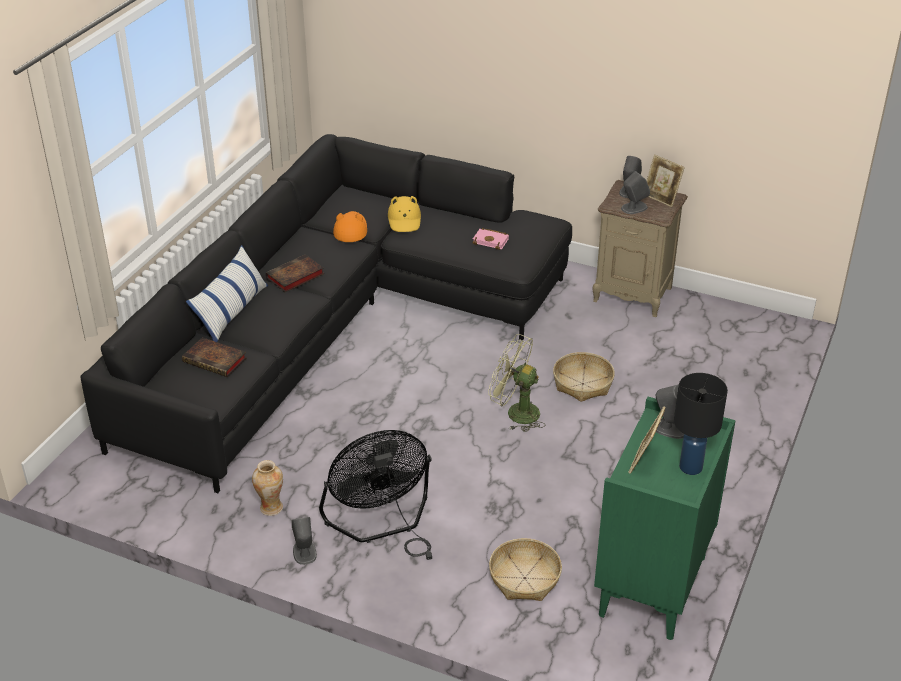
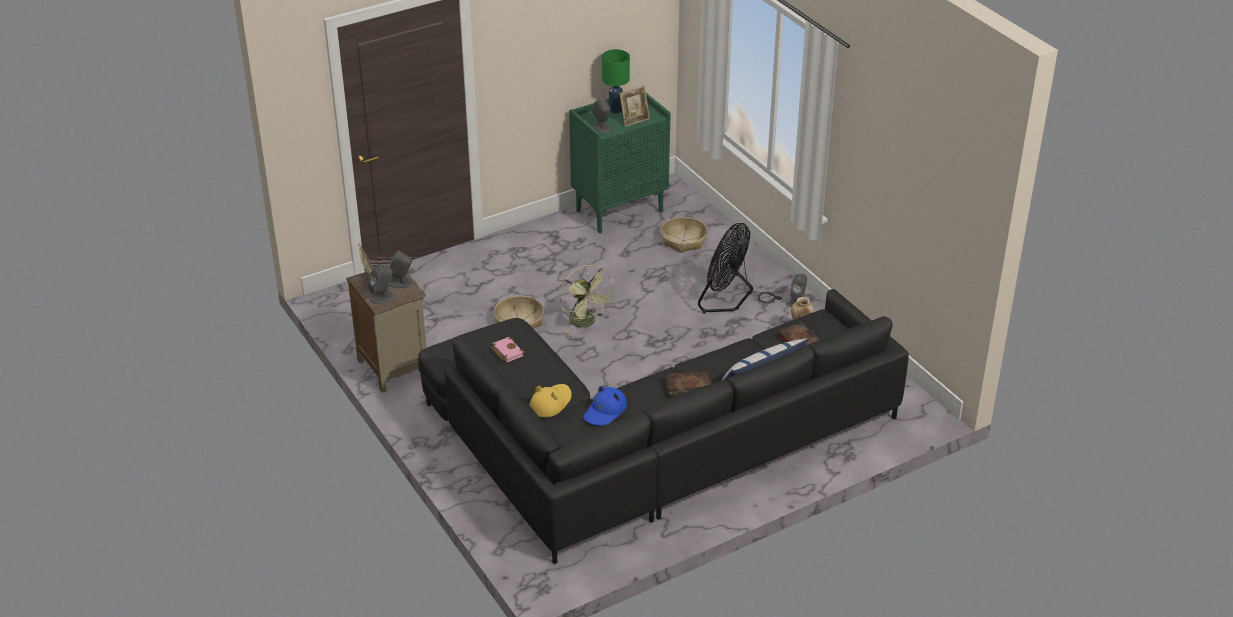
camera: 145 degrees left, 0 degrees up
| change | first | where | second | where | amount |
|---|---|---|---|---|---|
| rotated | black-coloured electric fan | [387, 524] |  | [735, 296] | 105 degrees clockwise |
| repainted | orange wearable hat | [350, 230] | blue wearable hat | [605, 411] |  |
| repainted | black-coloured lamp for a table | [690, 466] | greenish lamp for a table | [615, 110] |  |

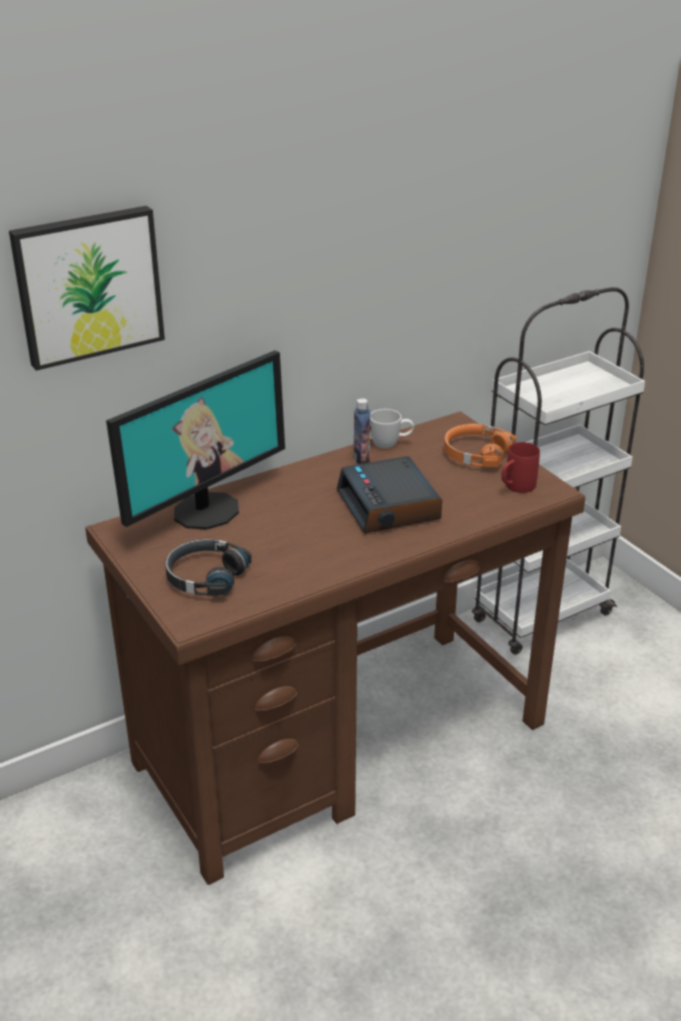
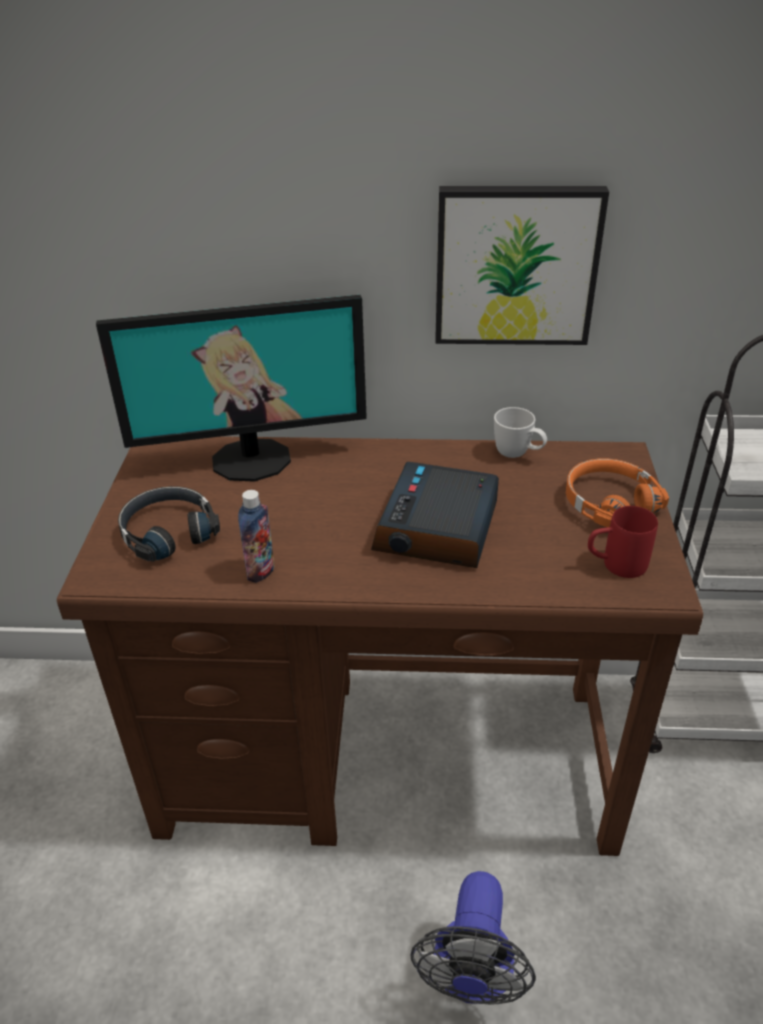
camera: 35 degrees right, 5 degrees up
| change | first | where | second | where | amount |
|---|---|---|---|---|---|
| shifted | wall art | [88, 285] |  | [515, 265] |  |
| shifted | beverage bottle | [361, 459] |  | [260, 571] |  |
| new |  |  | electric fan | [472, 977] |  |

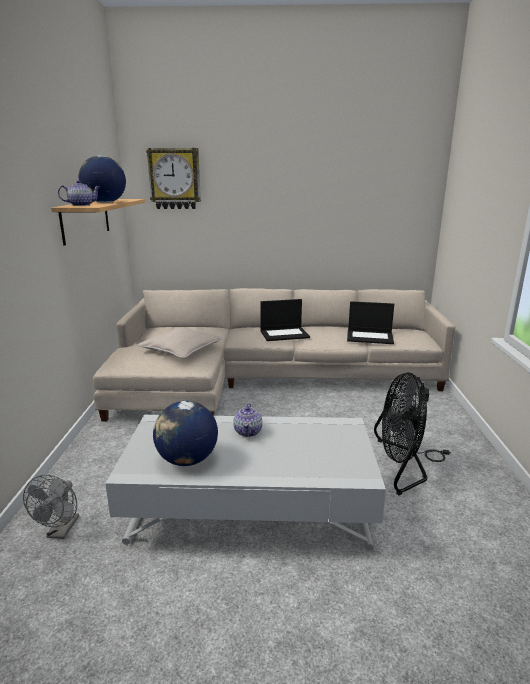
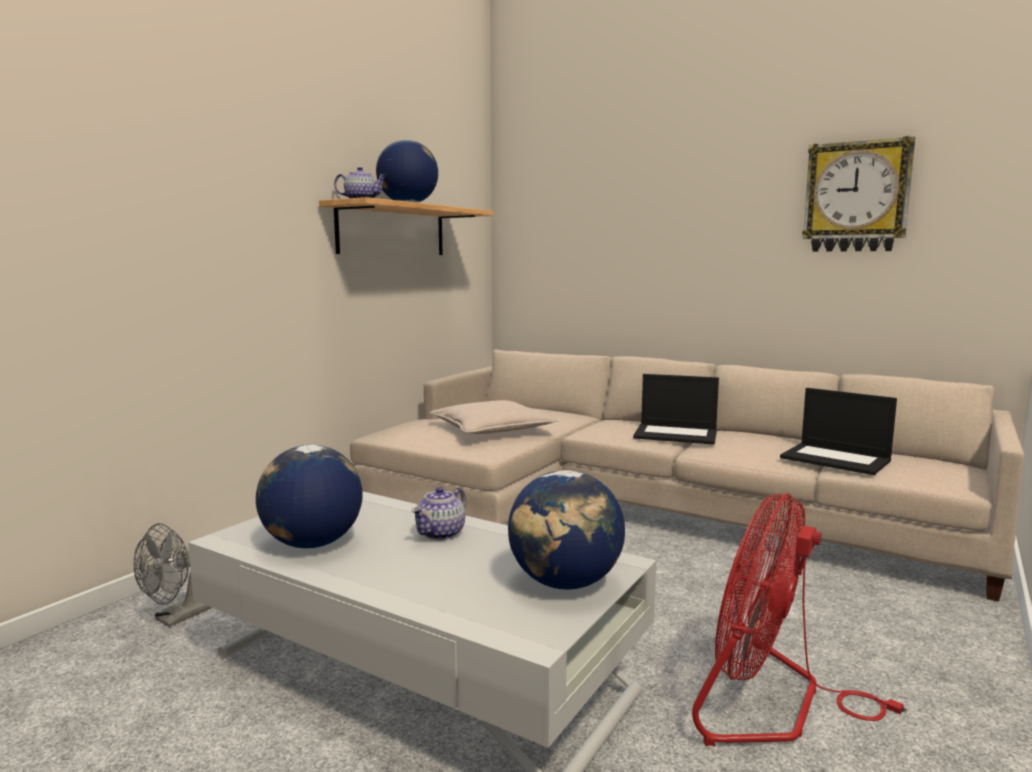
camera: 30 degrees right, 10 degrees down
| change | first | where | second | where | amount |
|---|---|---|---|---|---|
| shifted | wall clock | [175, 179] |  | [856, 197] |  |
| repainted | black-coloured electric fan | [405, 463] | reddish electric fan | [777, 698] |  |
| new |  |  | world globe | [565, 583] |  |

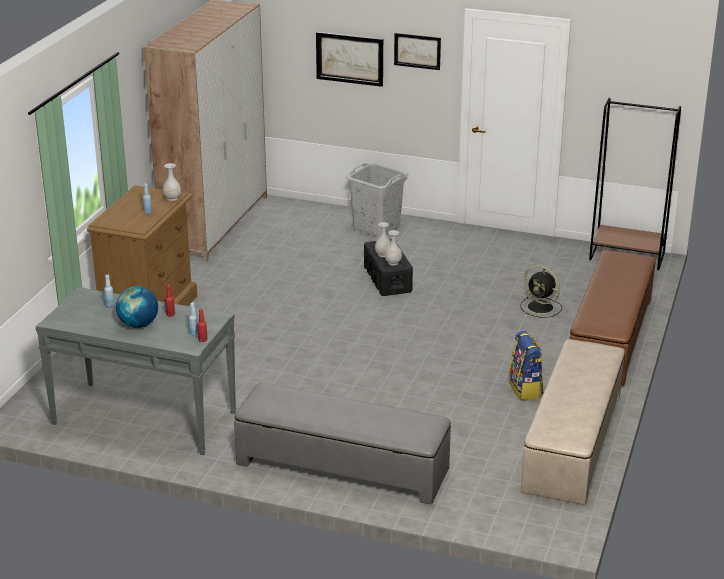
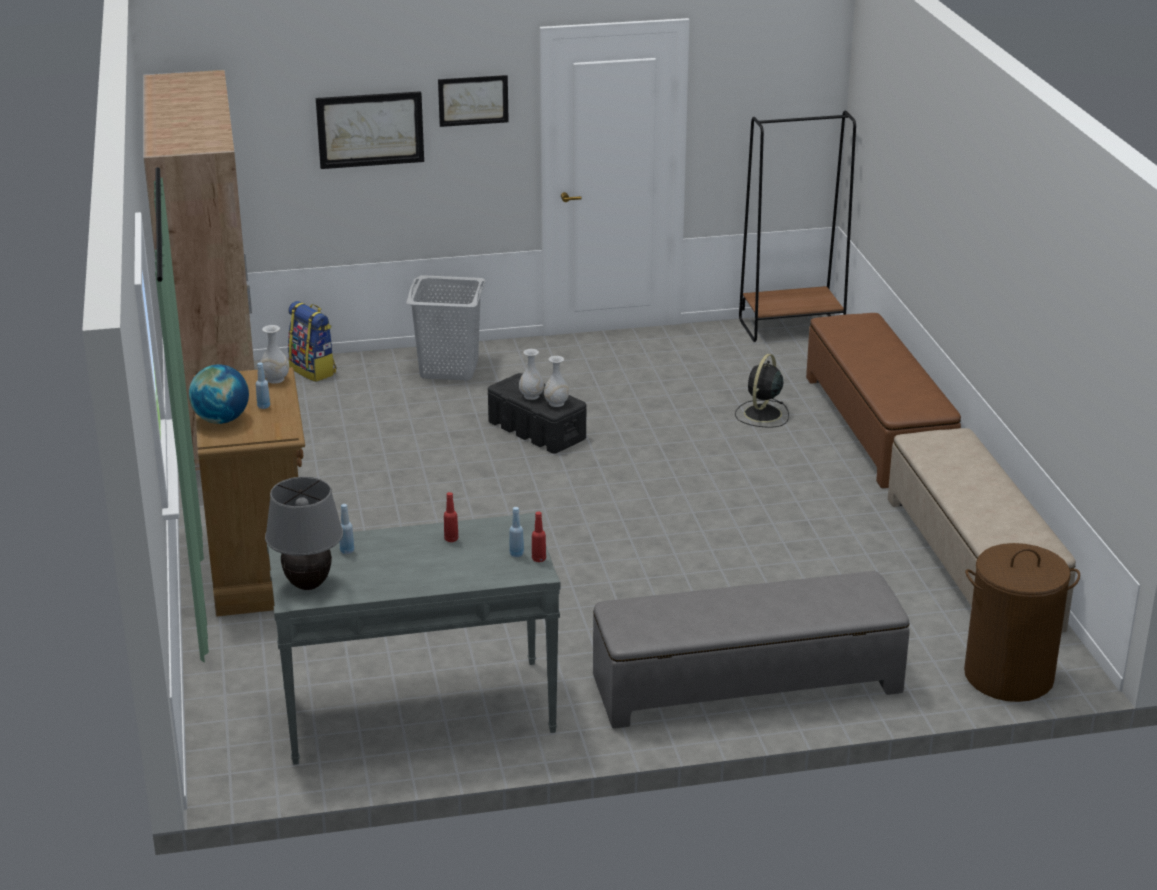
camera: 30 degrees left, 0 degrees up
| change | first | where | second | where | amount |
|---|---|---|---|---|---|
| shifted | world globe | [138, 325] |  | [221, 420] |  |
| shifted | rucksack | [525, 389] |  | [313, 370] |  |
| rotated | black-coloured electric fan | [541, 308] |  | [762, 414] | 105 degrees clockwise |
| new |  |  | greyish lamp for a table | [307, 585] |  |
| new |  |  | brown-coloured washing basket | [1008, 676] |  |

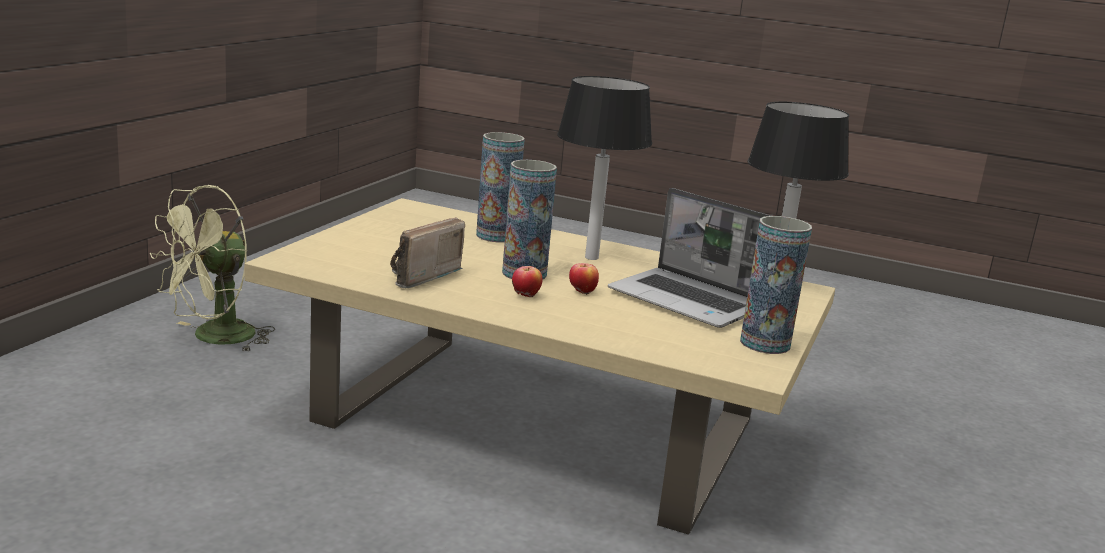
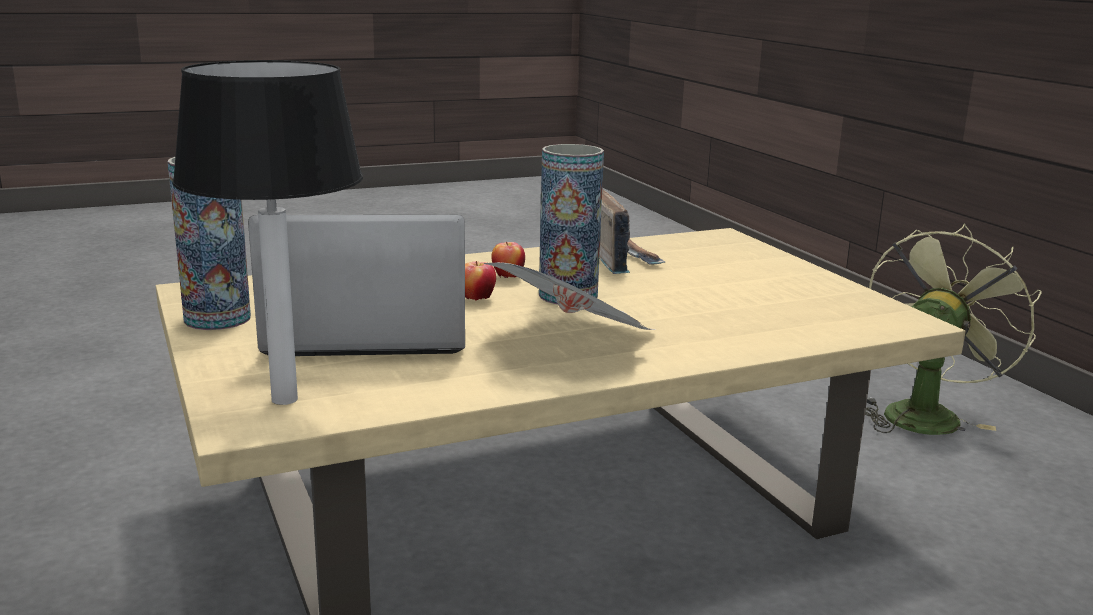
camera: 135 degrees right, 0 degrees up
| change | first | where | second | where | amount |
|---|---|---|---|---|---|
| rotated | greenish electric fan | [214, 338] |  | [924, 413] | 45 degrees clockwise |
| gone | vase | [496, 236] |  |  |  |
| swapped | lamp for a table | [591, 257] | newspaper | [575, 343] |  |

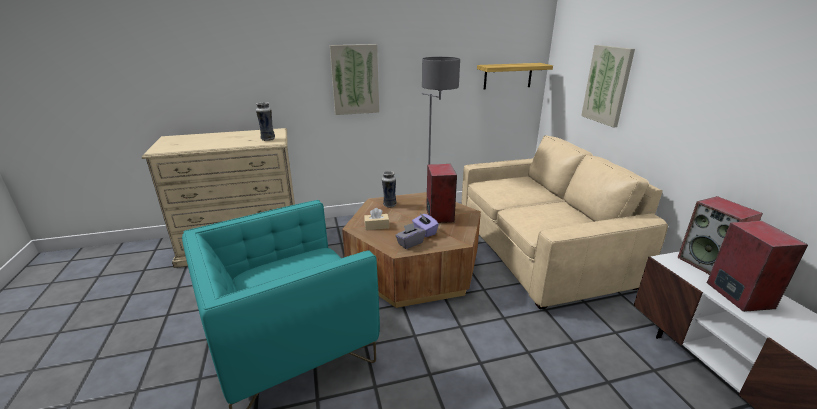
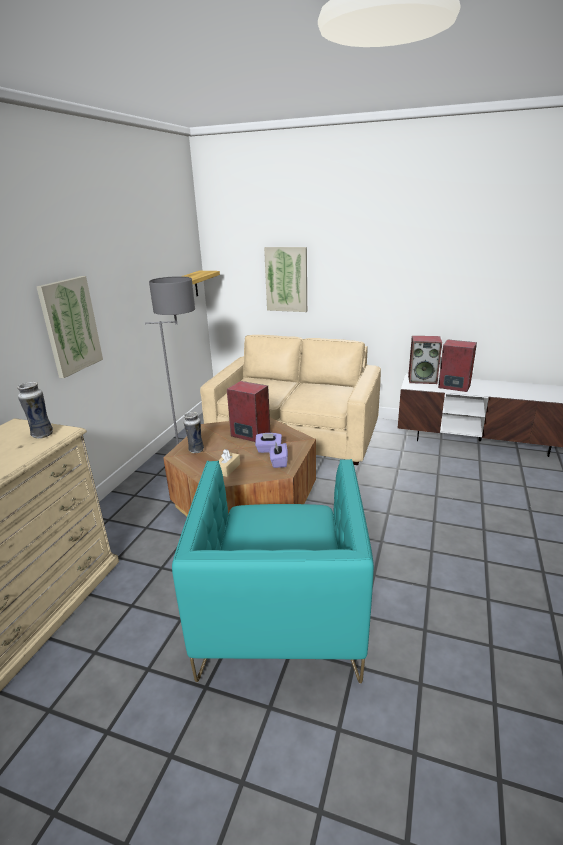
camera: 55 degrees left, 0 degrees up
| change | first | where | second | where | amount |
|---|---|---|---|---|---|
| repainted | greyish tissue holder | [410, 243] | purple-coloured tissue holder | [278, 462] |  |

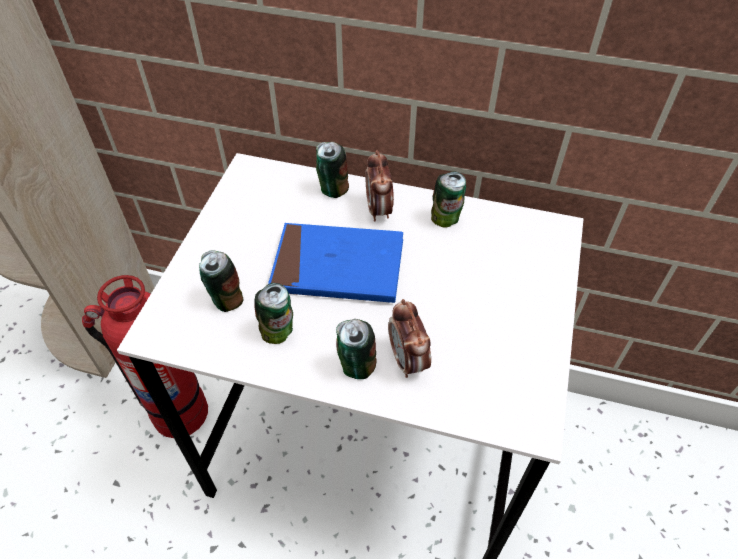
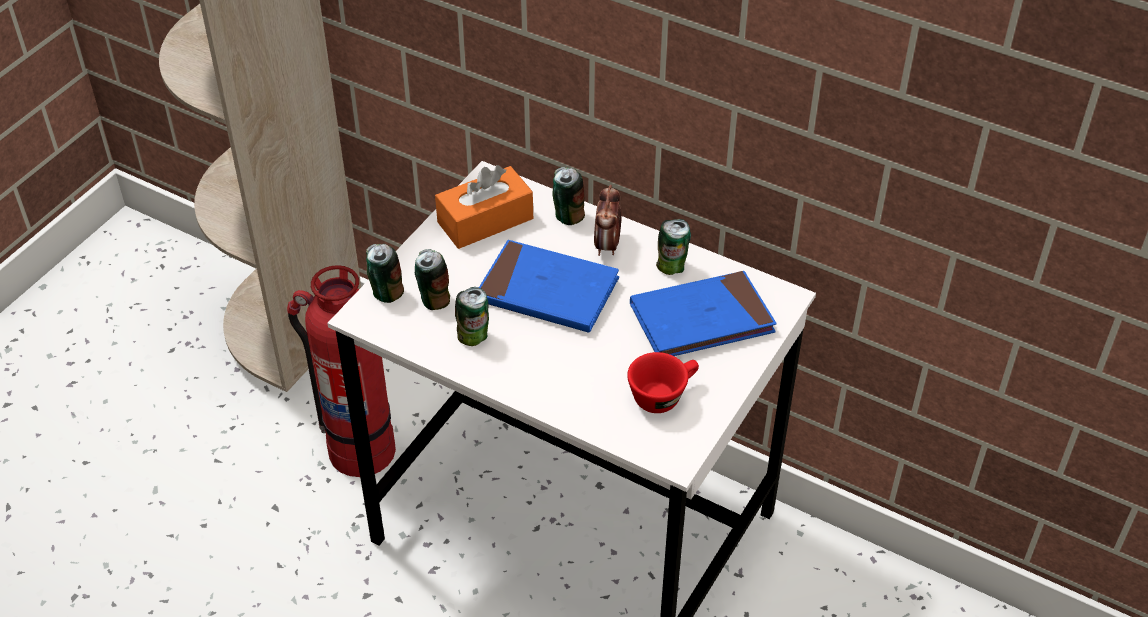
camera: 15 degrees right, 5 degrees down
| change | first | where | second | where | amount |
|---|---|---|---|---|---|
| shifted | metal can | [356, 367] |  | [386, 293] |  |
| gone | bedside clock | [408, 360] |  |  |  |
| new |  |  | orange tissue holder | [485, 220] |  |
| new |  |  | reddish small cup | [663, 395] |  |
| new |  |  | blue volume | [701, 320] |  |

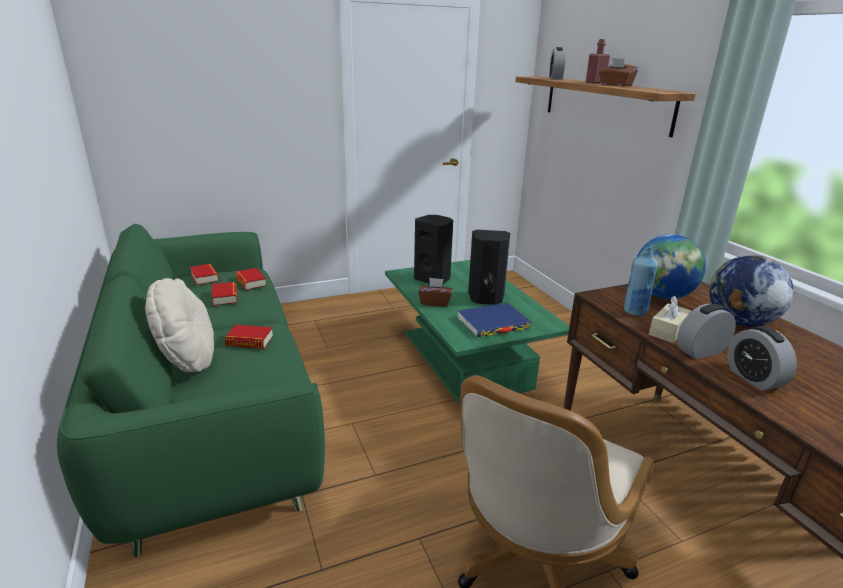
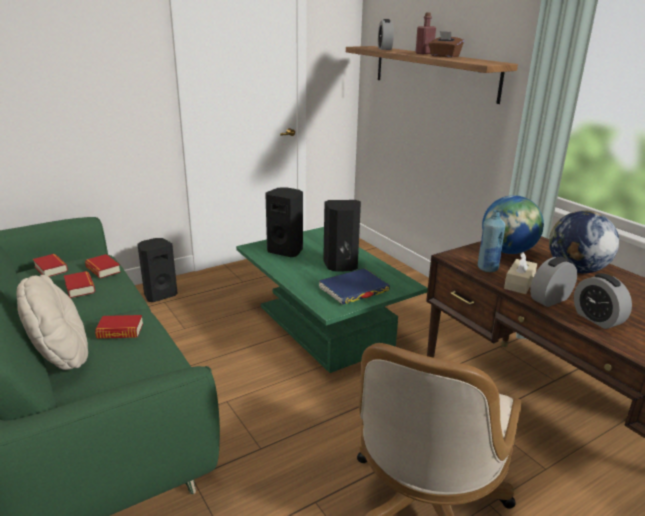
camera: 10 degrees left, 0 degrees up
| change | first | where | second | where | amount |
|---|---|---|---|---|---|
| gone | brown-coloured tissue holder | [435, 302] |  |  |  |
| new |  |  | black-coloured speaker | [159, 295] |  |

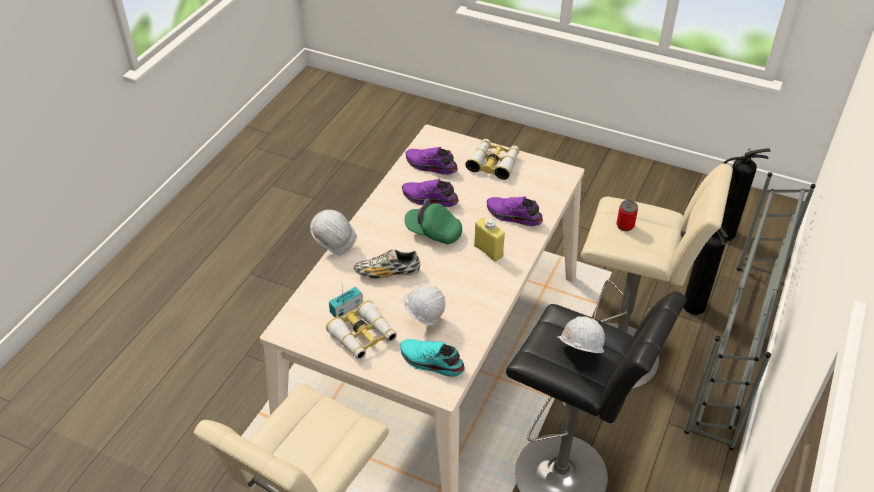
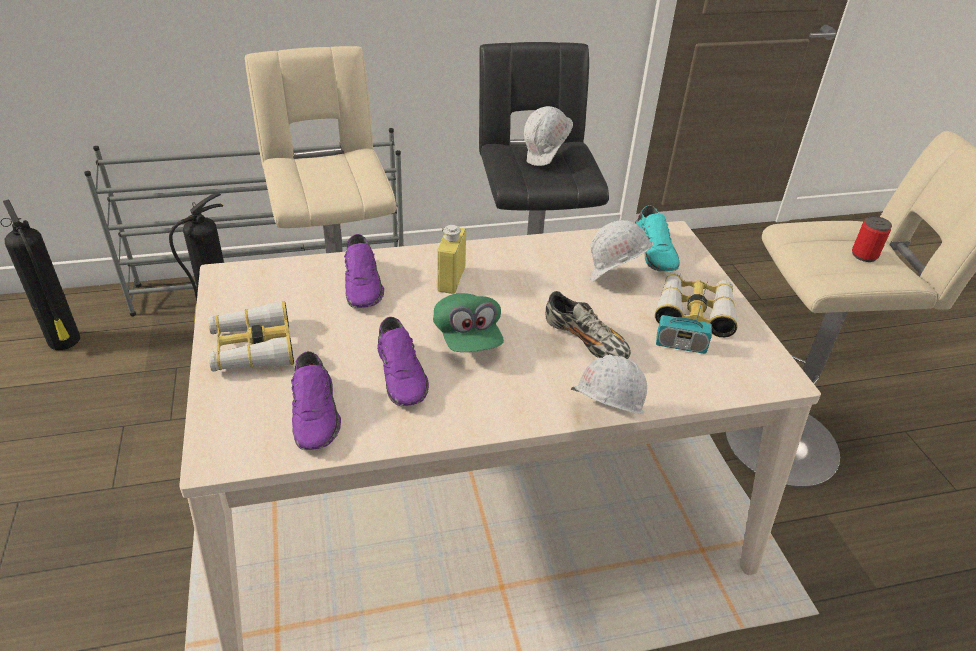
camera: 130 degrees left, 5 degrees down
| change | first | where | second | where | amount |
|---|---|---|---|---|---|
| shifted | metal can | [625, 225] |  | [864, 255] |  |

